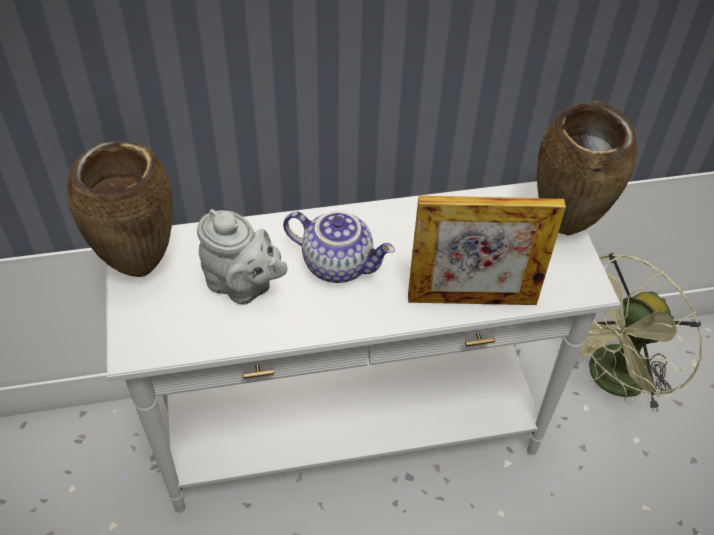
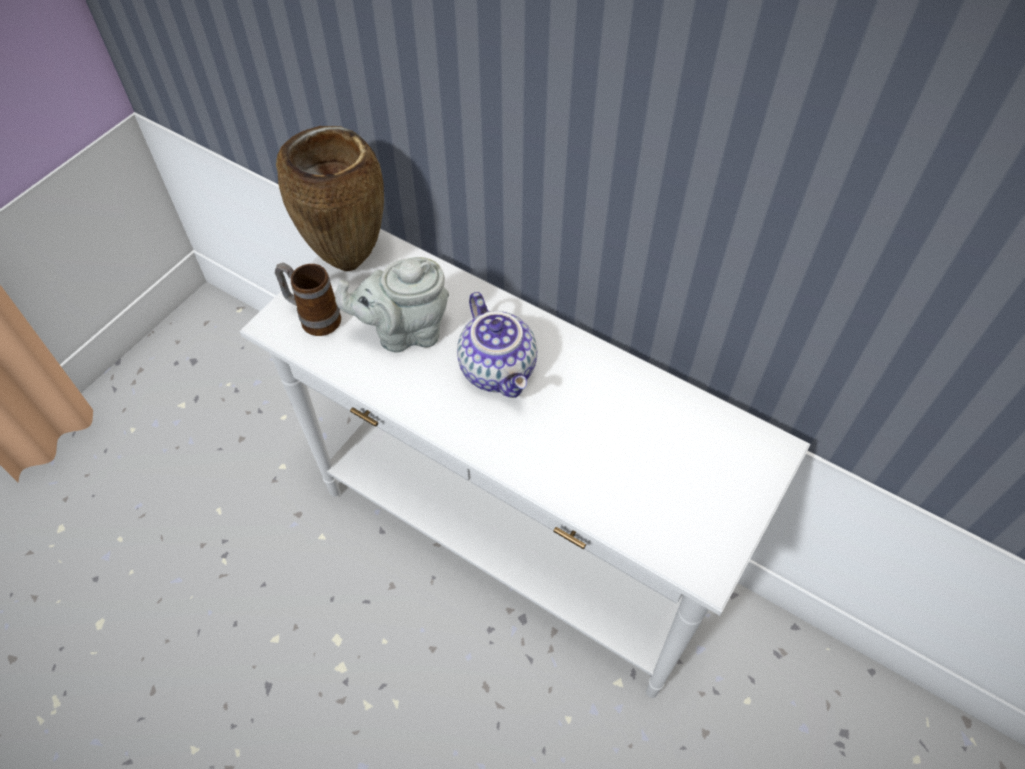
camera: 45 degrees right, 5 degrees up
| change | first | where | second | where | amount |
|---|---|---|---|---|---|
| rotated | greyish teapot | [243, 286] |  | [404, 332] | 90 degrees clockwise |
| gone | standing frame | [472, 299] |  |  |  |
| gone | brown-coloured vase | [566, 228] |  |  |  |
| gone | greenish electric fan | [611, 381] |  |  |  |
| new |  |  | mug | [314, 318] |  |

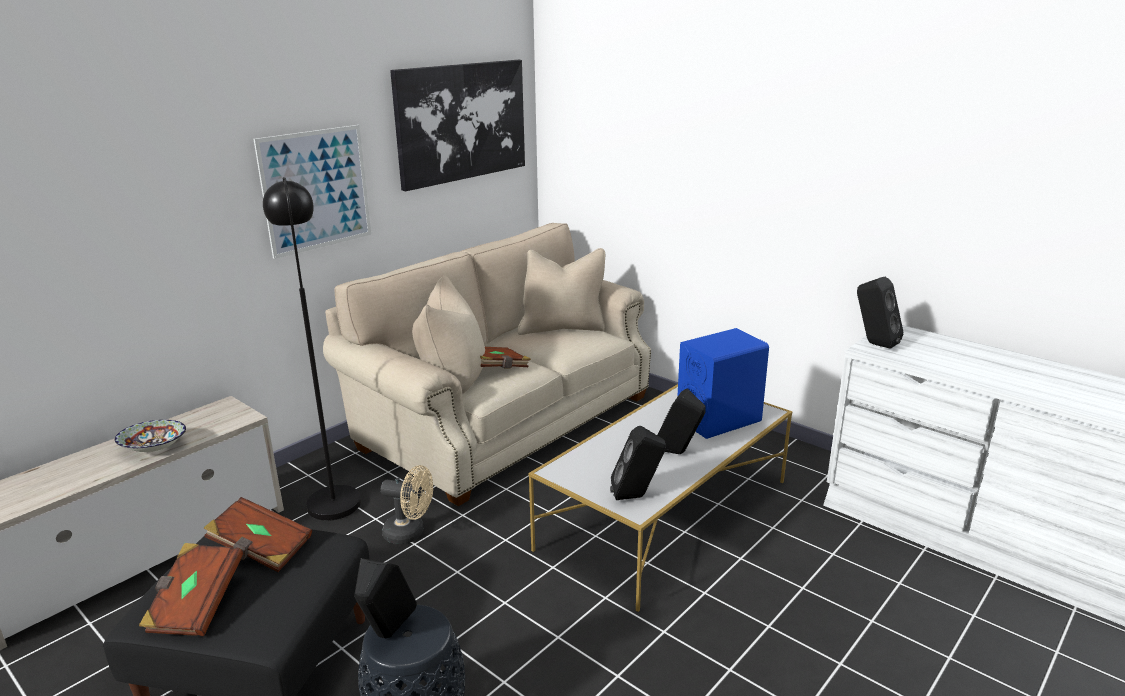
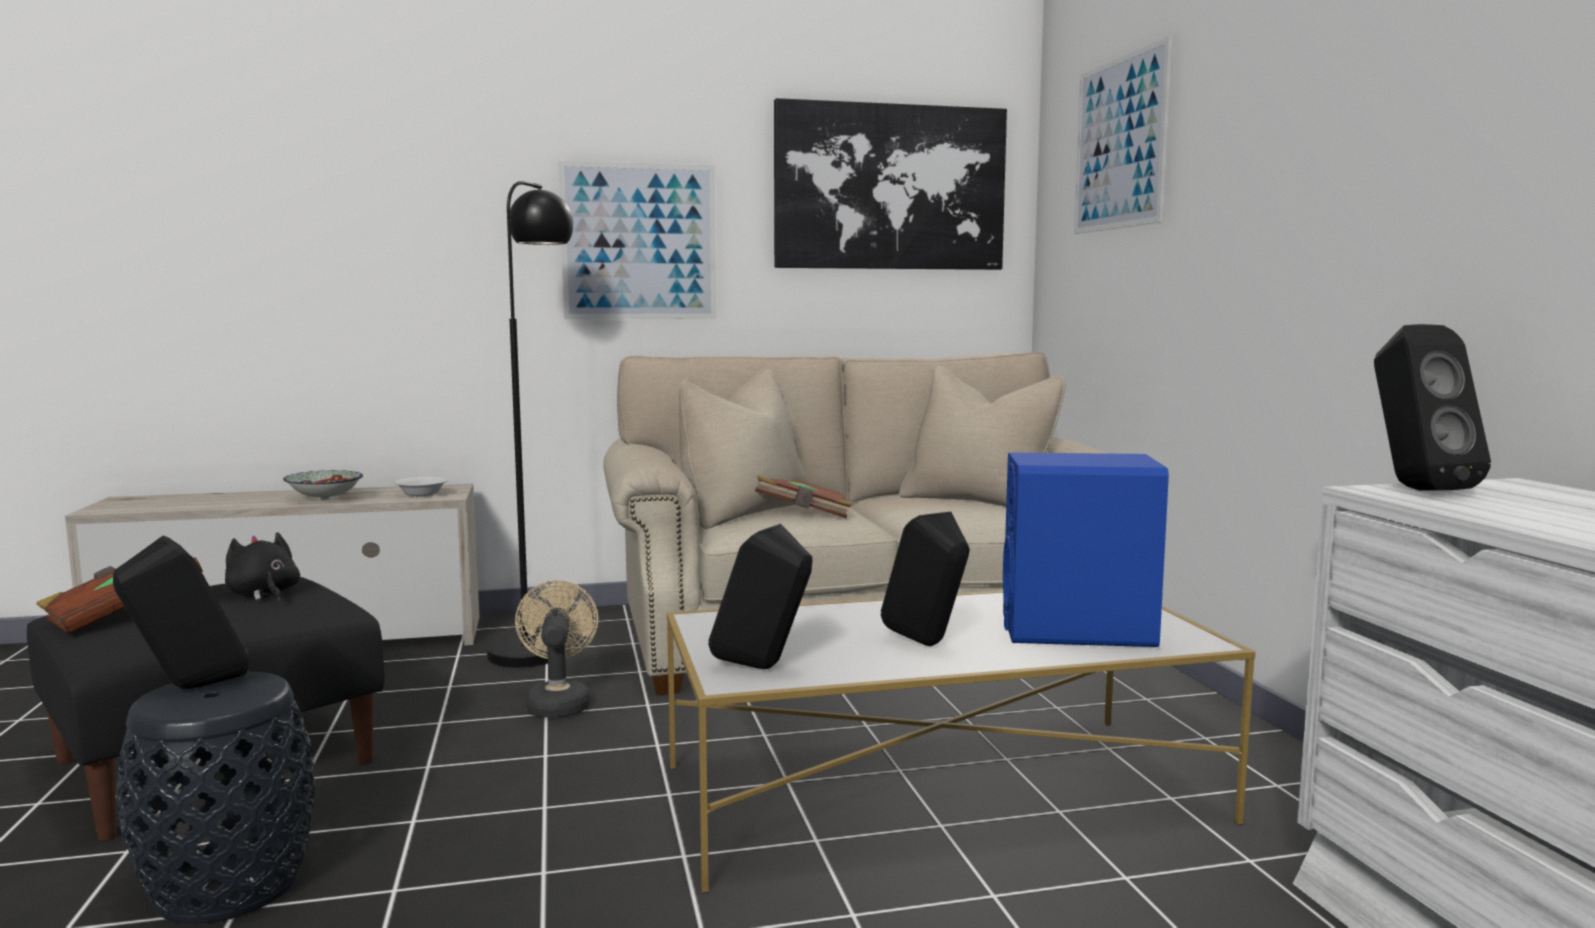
camera: 35 degrees right, 15 degrees down
| change | first | where | second | where | amount |
|---|---|---|---|---|---|
| swapped | brown-coloured volume | [261, 549] | black-coloured cuddly toy | [263, 595] |  |
| rotated | beige-coloured electric fan | [410, 533] |  | [558, 702] | 150 degrees counterclockwise |
| new |  |  | white-coloured bowl | [421, 494] |  |
| new |  |  | wall art | [1120, 143] |  |

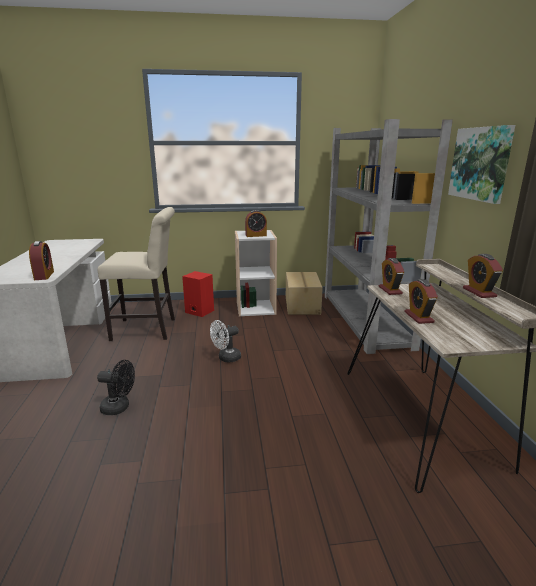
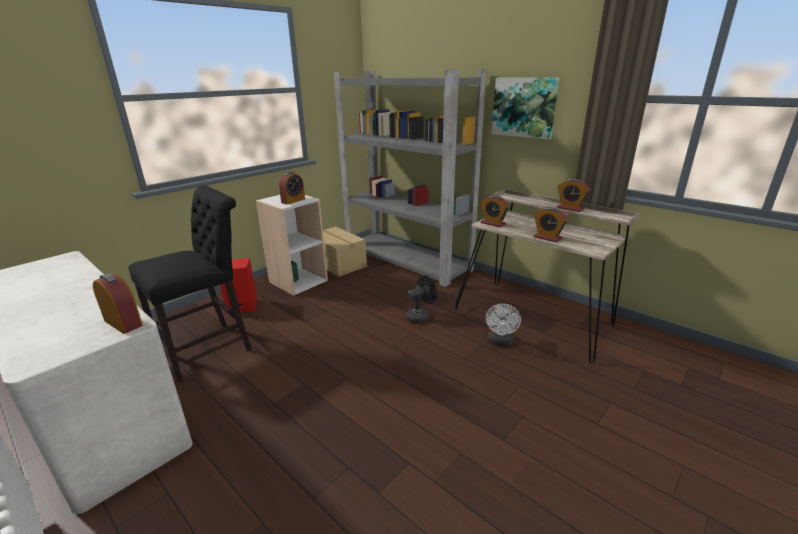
camera: 40 degrees left, 5 degrees up
| change | first | where | second | where | amount |
|---|---|---|---|---|---|
| repainted | beige-coloured stool | [148, 330] | black-coloured stool | [210, 349] |  |
| shifted | black-coloured electric fan | [119, 408] |  | [420, 316] |  |
| shifted | white-coloured electric fan | [226, 358] |  | [500, 342] |  |

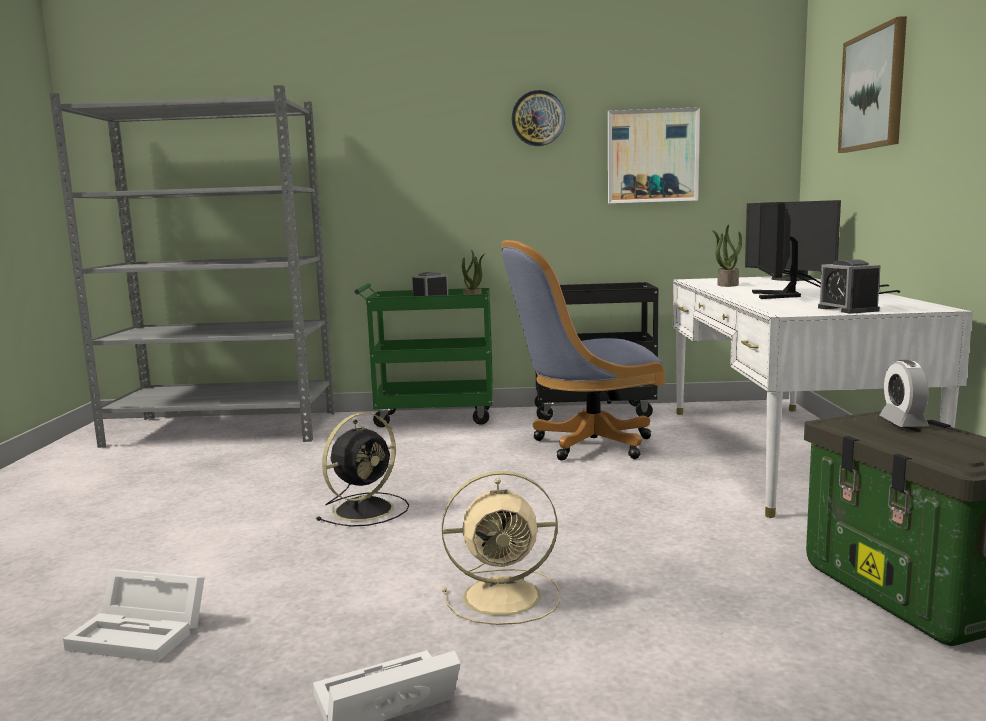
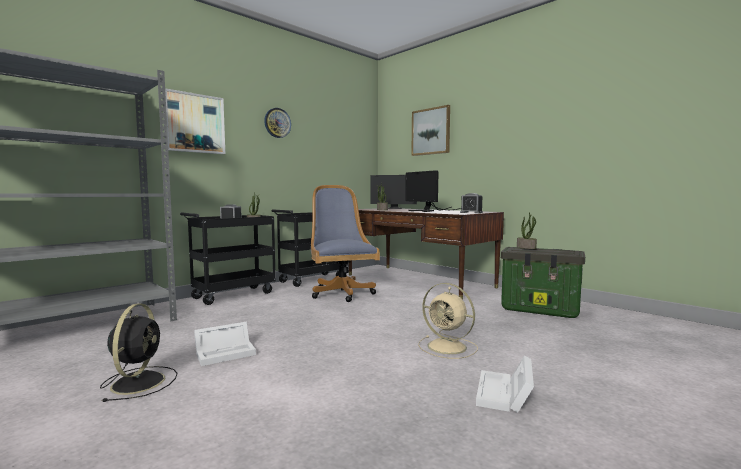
camera: 45 degrees left, 5 degrees down
| change | first | where | second | where | amount |
|---|---|---|---|---|---|
| shifted | white-coloured storage bin | [142, 633] |  | [226, 352] |  |
| shifted | black-coloured electric fan | [366, 509] |  | [139, 382] |  |
| repainted | greenish trolley | [431, 419] | black-coloured trolley | [232, 296] |  |
| rotated | beige-coloured electric fan | [505, 596] |  | [448, 347] | 90 degrees clockwise |
| rotated | blue computer chair | [583, 446] |  | [341, 292] | 135 degrees clockwise |
| shifted | wall art | [652, 156] |  | [195, 123] |  |
| repainted | white-coloured desk unit | [783, 452] | brown-coloured desk unit | [417, 281] |  |
| swapped | bedside clock | [903, 422] | potted plant | [526, 248] |  |

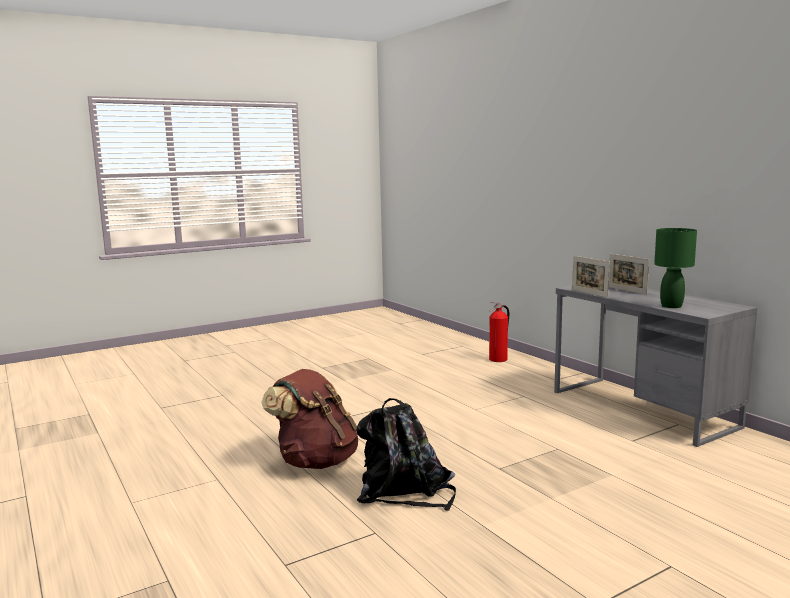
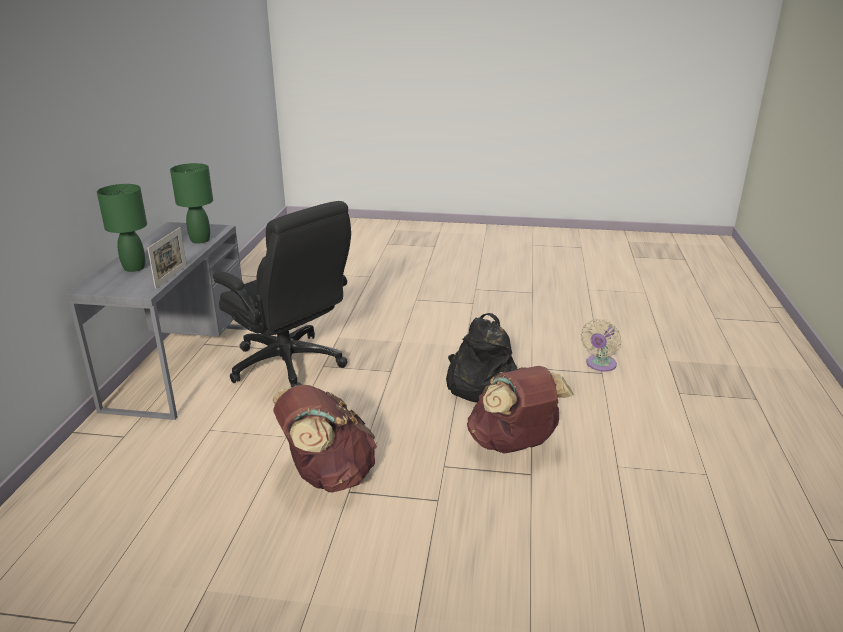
camera: 140 degrees left, 15 degrees up
| change | first | where | second | where | amount |
|---|---|---|---|---|---|
| gone | fire extinguisher | [498, 359] |  |  |  |
| swapped | standing frame | [627, 290] | greenish lamp for a table | [134, 268] |  |
| new |  |  | black-coloured computer chair | [291, 368] |  |
| new |  |  | brown-coloured rucksack | [327, 475] |  |
| new |  |  | beige-coloured electric fan | [599, 365] |  |

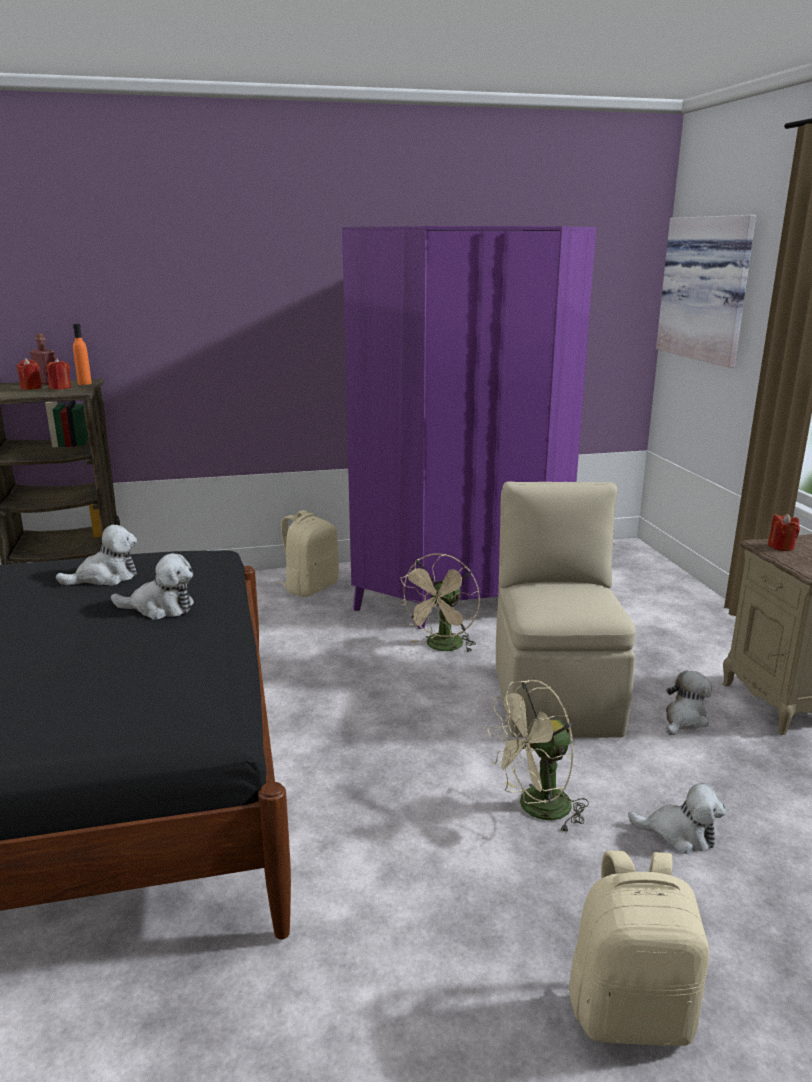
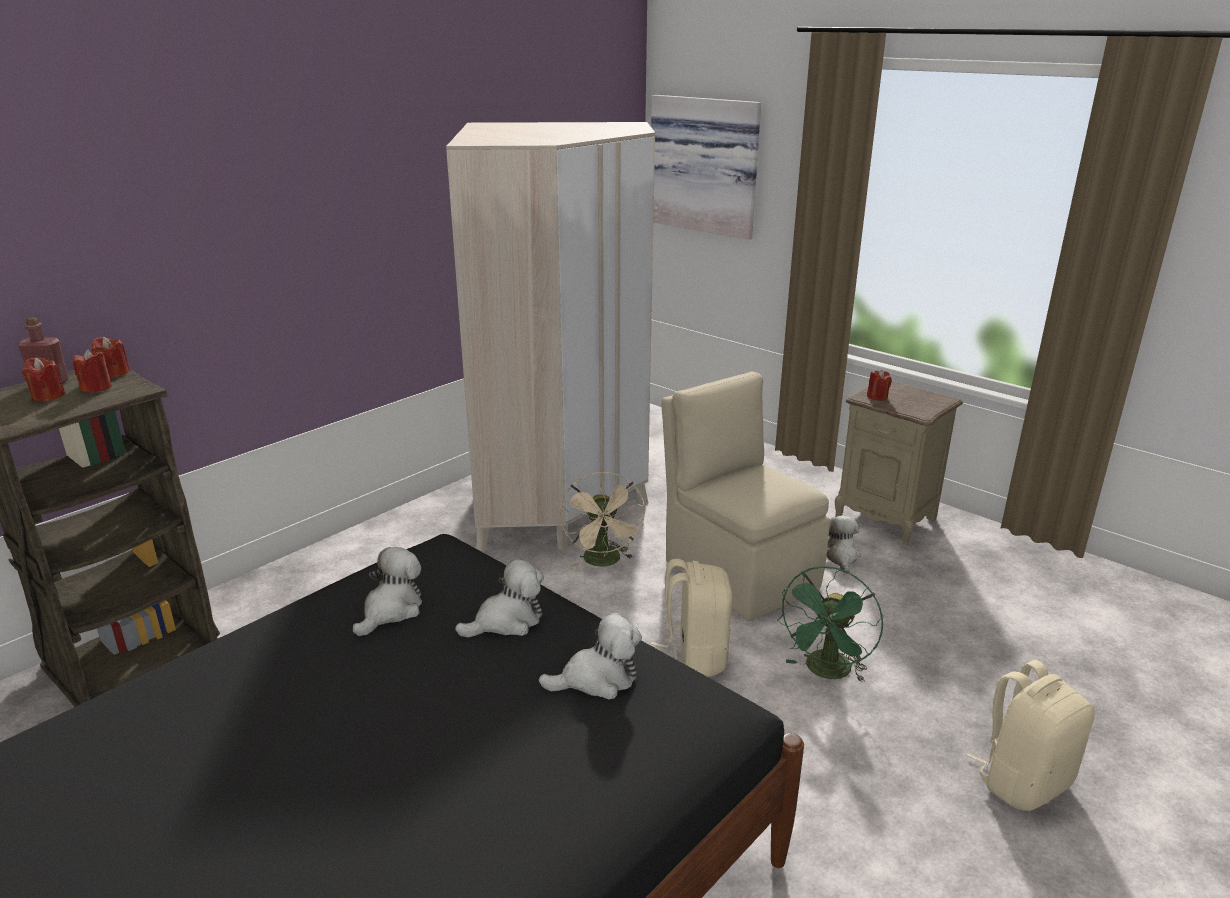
camera: 35 degrees left, 5 degrees up
| change | first | where | second | where | amount |
|---|---|---|---|---|---|
| swapped | orange beverage bottle | [84, 383] | reddish wax candle | [114, 373] |  |
| shifted | beige-coloured rucksack | [310, 587] |  | [694, 656] |  |
| repainted | purple-coloured clothes cupboard | [460, 594] | beige-coloured clothes cupboard | [558, 503] |  |
| repainted | beige-coloured electric fan | [535, 809] | greenish electric fan | [826, 672] |  |
| shifted | cuddly toy | [679, 834] |  | [597, 679] |  |

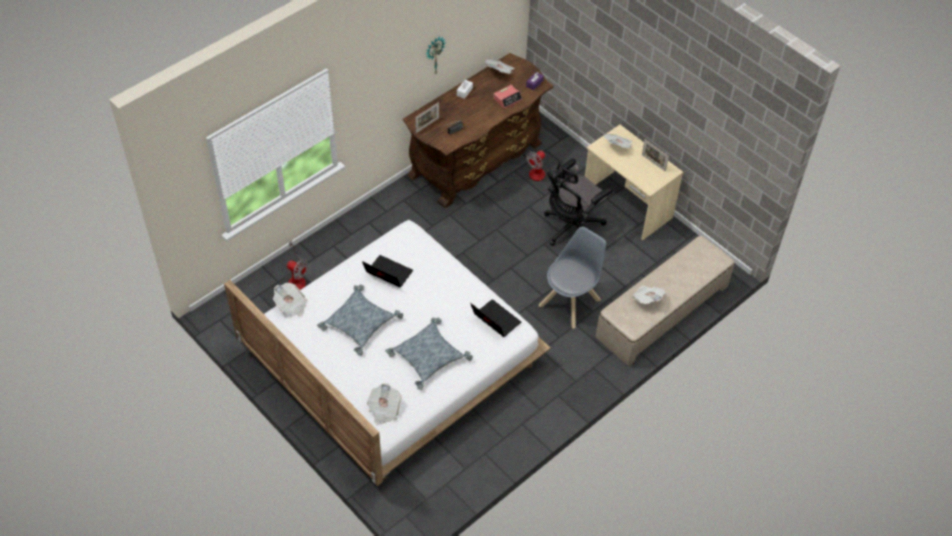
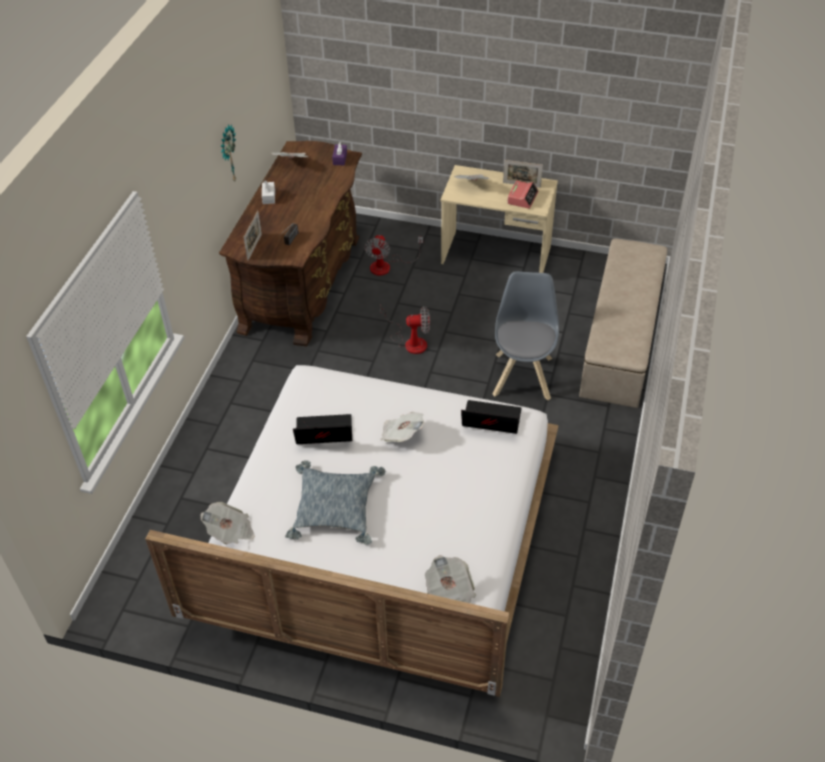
camera: 30 degrees left, 5 degrees down
| change | first | where | second | where | amount |
|---|---|---|---|---|---|
| shifted | electric fan | [296, 278] |  | [410, 341] |  |
| gone | throw pillow | [429, 355] |  |  |  |
| shifted | bedside clock | [507, 99] |  | [522, 198] |  |
| gone | computer chair | [573, 228] |  |  |  |
| shifted | newspaper | [647, 299] |  | [401, 434] |  |

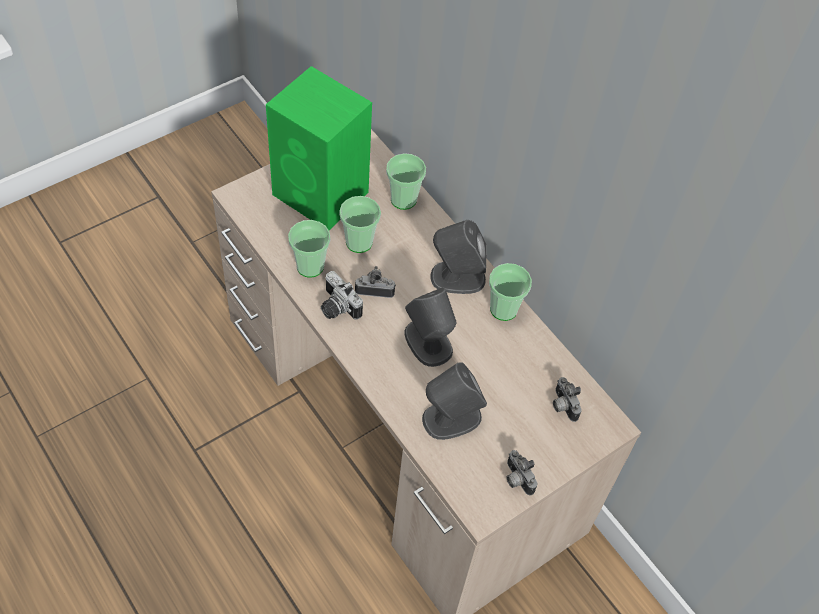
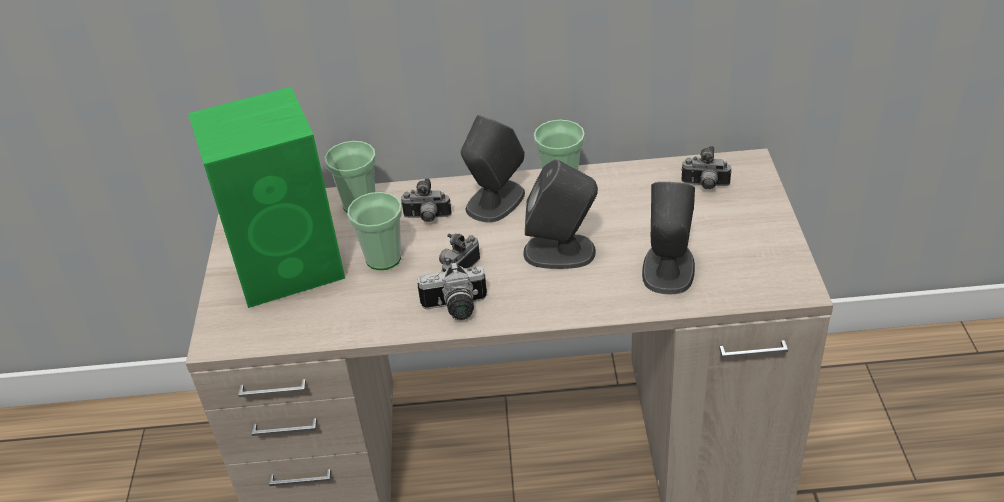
camera: 50 degrees left, 15 degrees down
| change | first | where | second | where | amount |
|---|---|---|---|---|---|
| gone | small cup | [310, 266] |  |  |  |
| shifted | photo camera | [516, 479] |  | [427, 218] |  |

